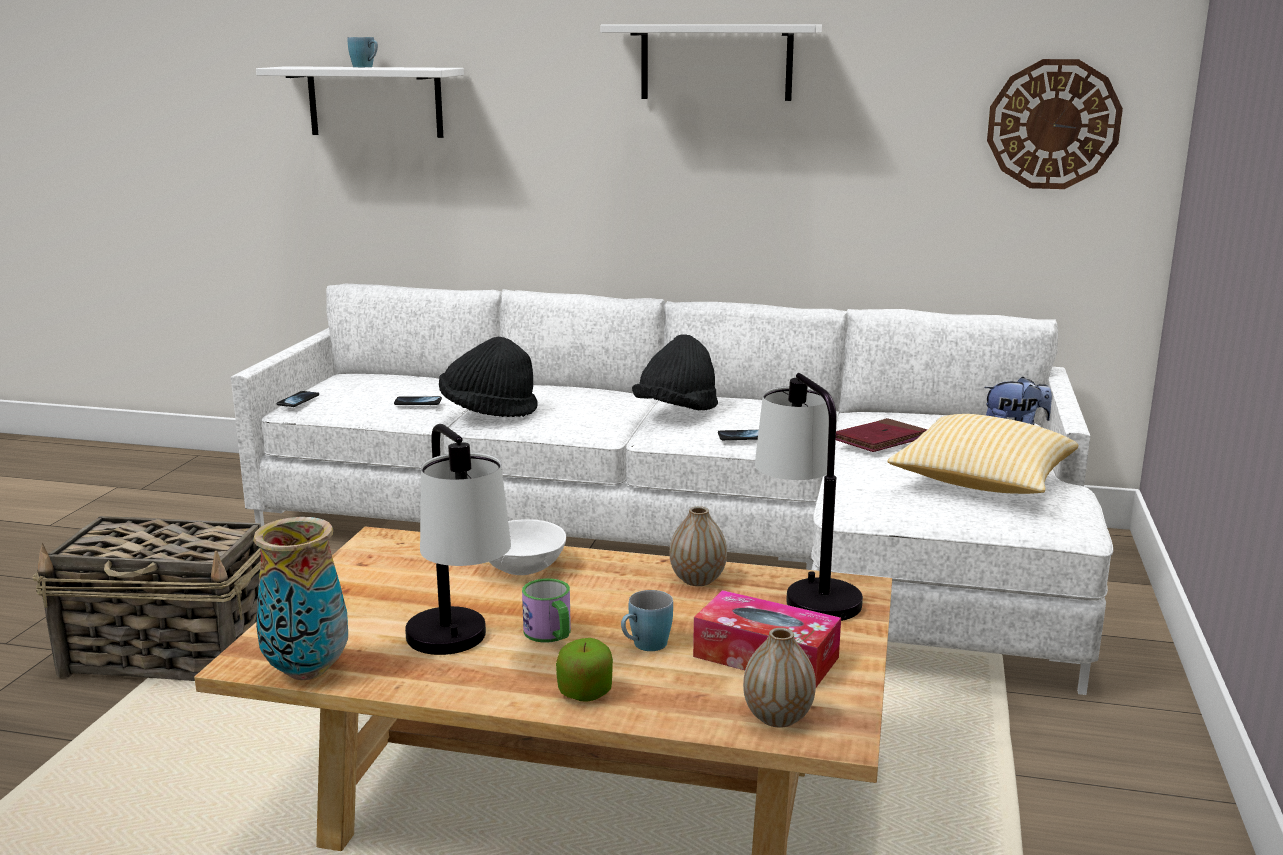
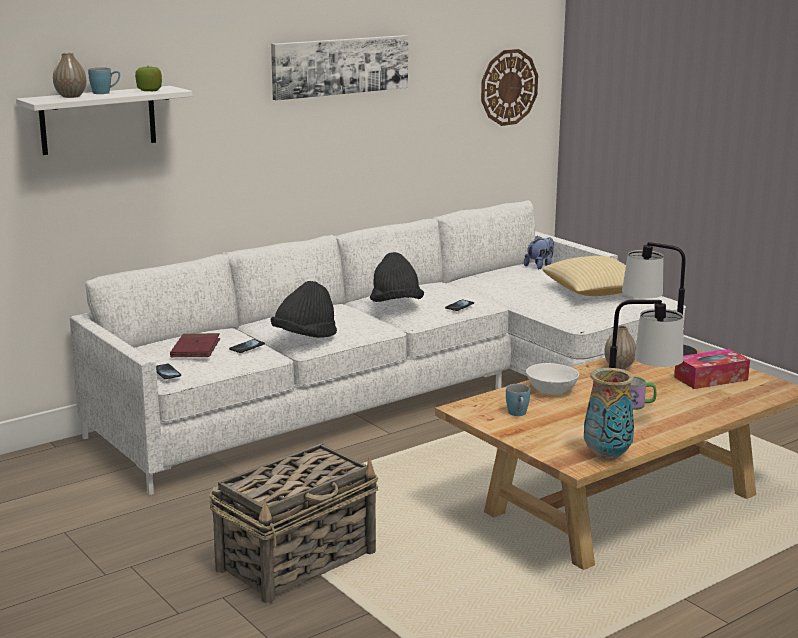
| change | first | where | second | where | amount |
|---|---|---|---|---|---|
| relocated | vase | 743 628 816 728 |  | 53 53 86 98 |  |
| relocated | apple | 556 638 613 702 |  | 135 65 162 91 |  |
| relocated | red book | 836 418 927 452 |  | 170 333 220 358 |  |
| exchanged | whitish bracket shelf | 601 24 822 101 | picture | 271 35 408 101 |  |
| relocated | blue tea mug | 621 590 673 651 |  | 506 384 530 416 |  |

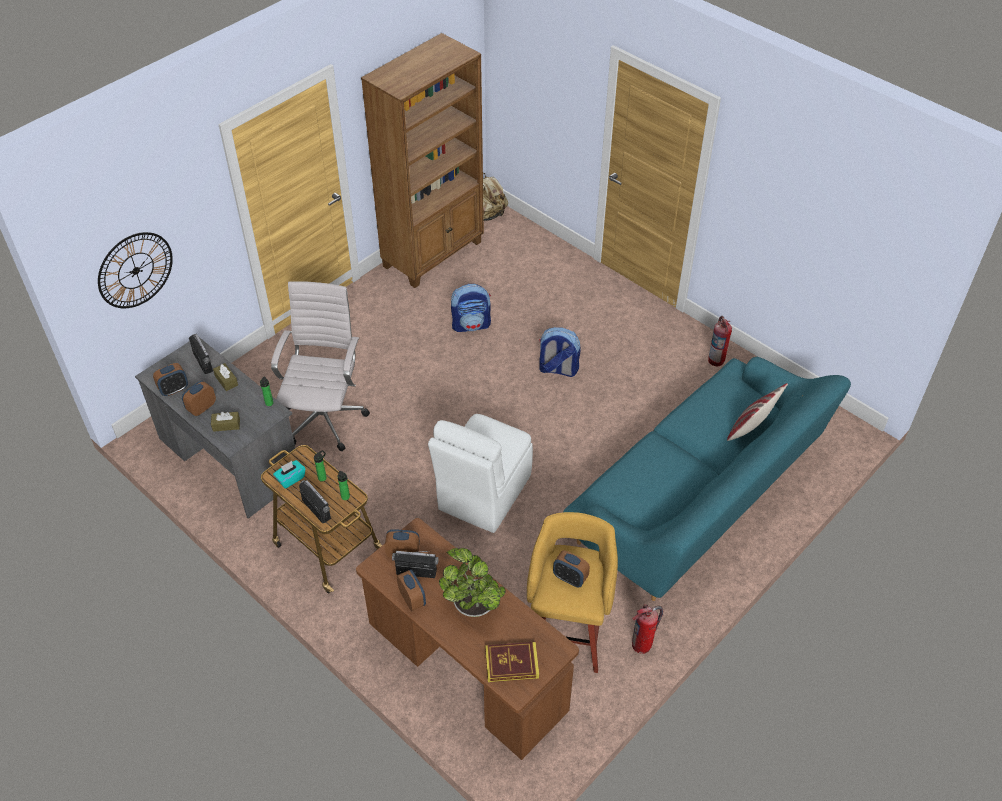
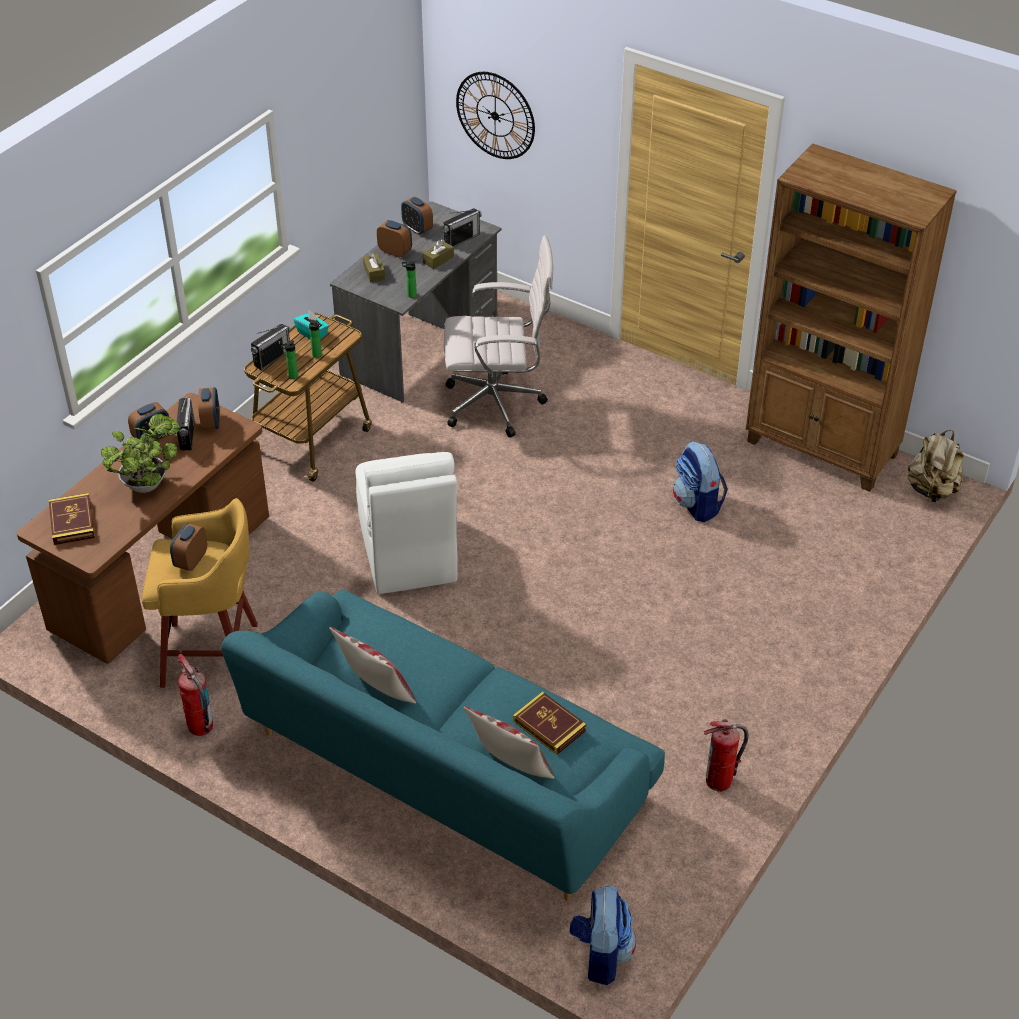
| change | first | where | second | where | amount |
|---|---|---|---|---|---|
| appeared |  |  | throw pillow | 329 627 417 703 |  |
| spun | whitish upright chair | 428 414 533 533 |  | 356 452 458 594 | 120 degrees counterclockwise |
| appeared |  |  | book | 513 691 587 755 |  |
| relocated | knapsack | 539 327 581 377 |  | 570 886 636 985 |  |

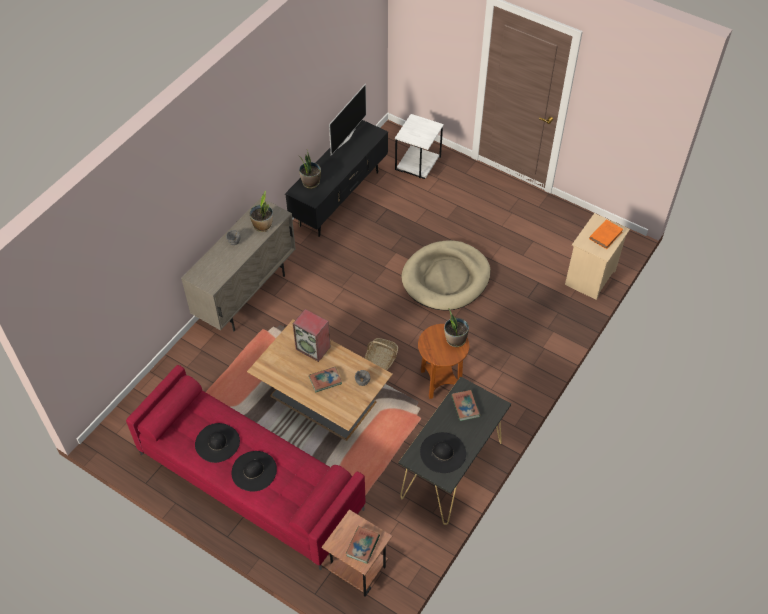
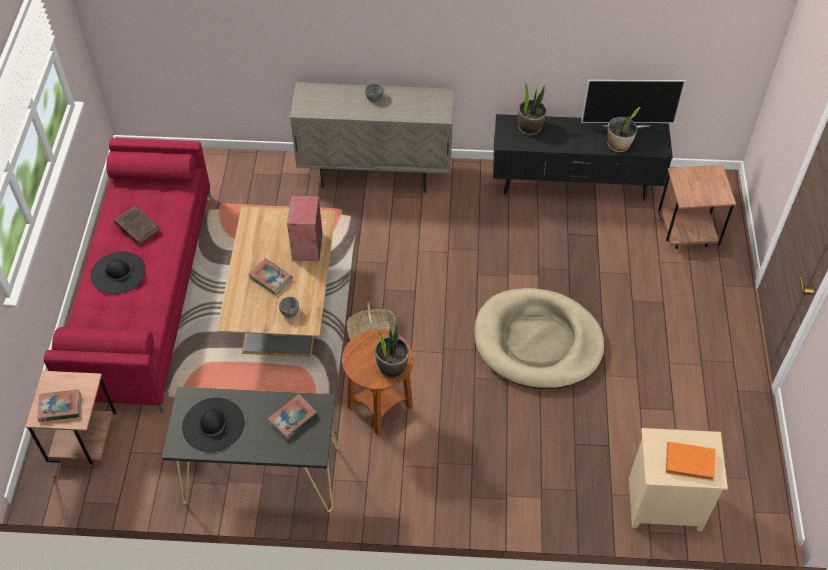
| change | first | where | second | where | amount |
|---|---|---|---|---|---|
| exchanged | blackish clothing hat | 195 423 240 463 | brown book | 114 205 160 245 |  |
| relocated | plant in a pot | 250 191 273 232 |  | 607 107 641 152 |  |
| colour | whitish end table | 395 114 444 179 | brown end table | 658 165 736 249 |  |

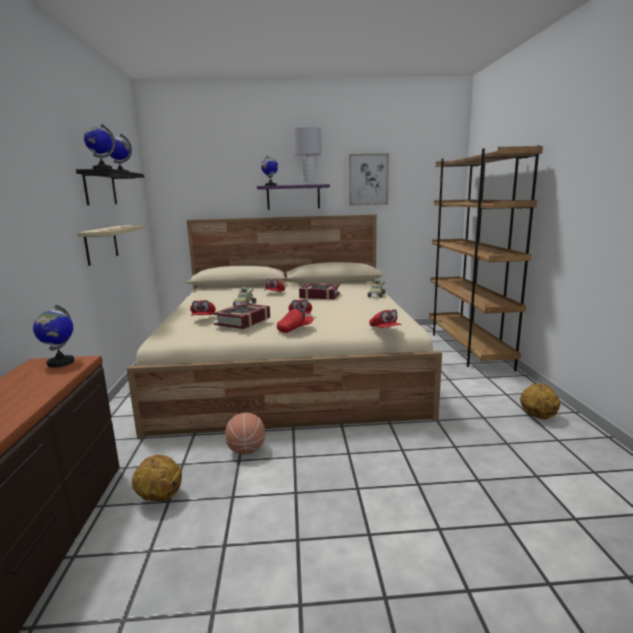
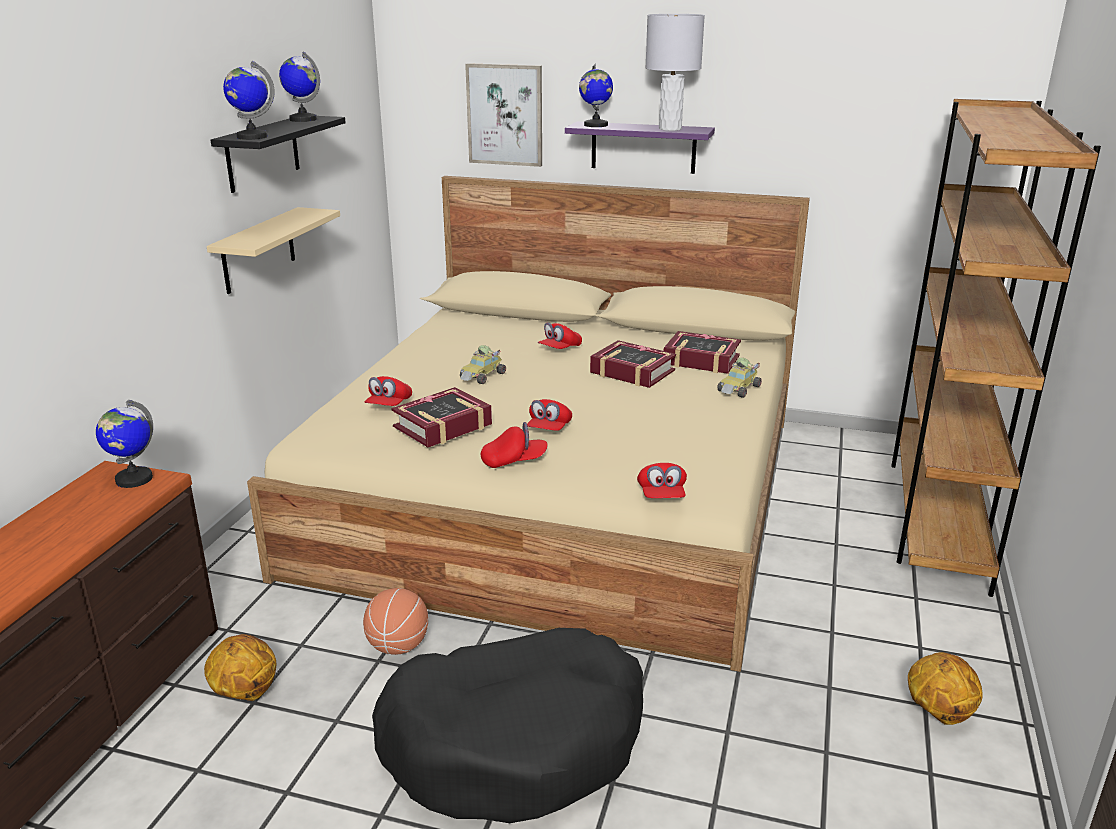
| change | first | where | second | where | amount |
|---|---|---|---|---|---|
| appeared |  |  | blackish dog cushion | 372 628 643 823 |  |
| relocated | picture | 349 153 389 205 |  | 465 63 542 167 |  |
| appeared |  |  | book | 664 331 741 374 |  |

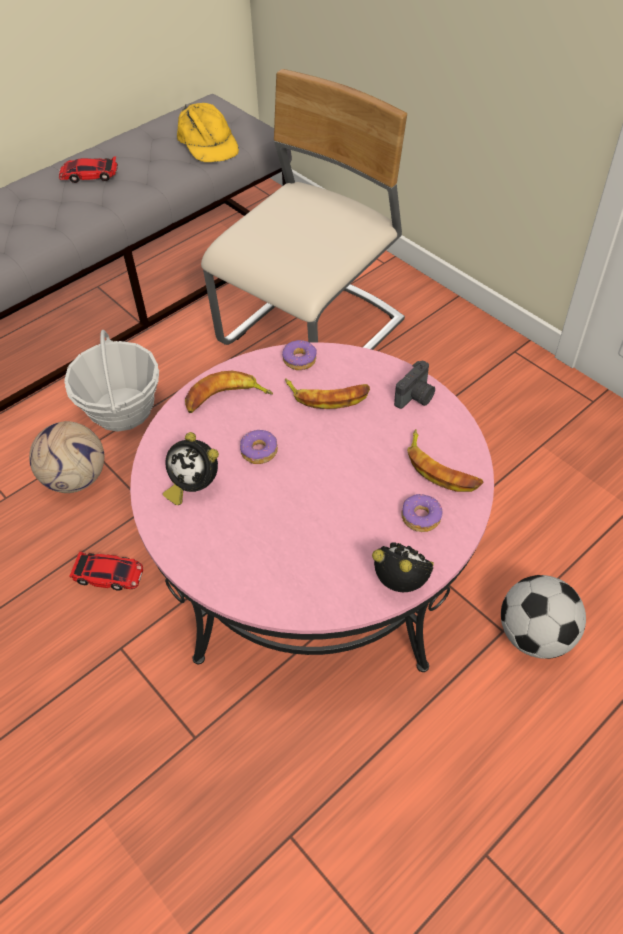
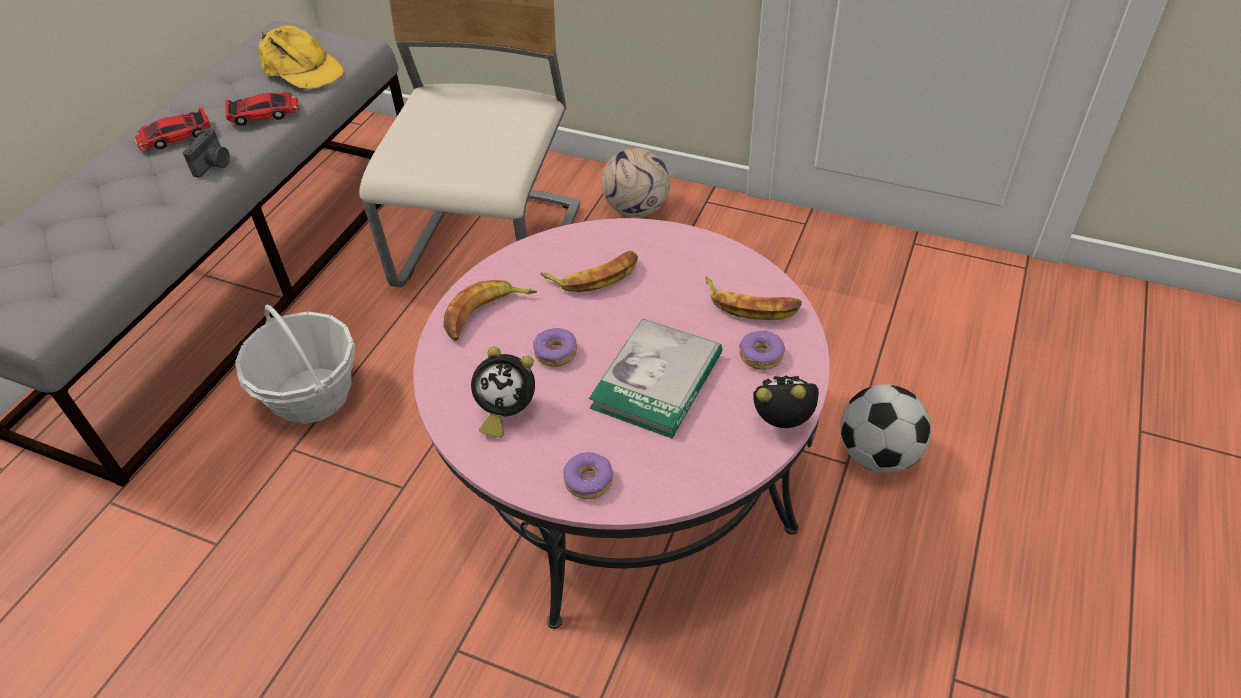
| change | first | where | second | where | amount |
|---|---|---|---|---|---|
| relocated | still camera | 394 361 435 409 |  | 183 128 230 178 |  |
| relocated | miniature car | 69 551 143 591 |  | 225 92 300 126 |  |
| relocated | ring doughnut | 282 340 317 370 |  | 563 452 613 499 |  |
| appeared |  |  | book | 589 319 722 439 |  |
| relocated | football | 29 421 105 493 |  | 602 148 670 217 |  |

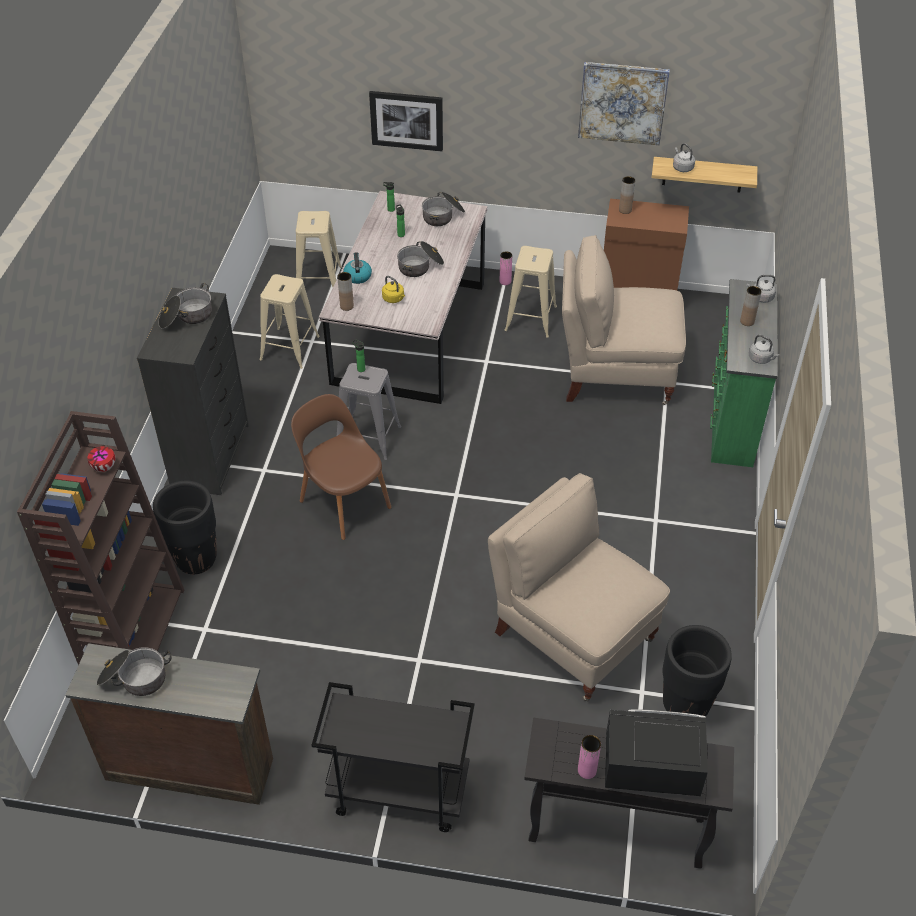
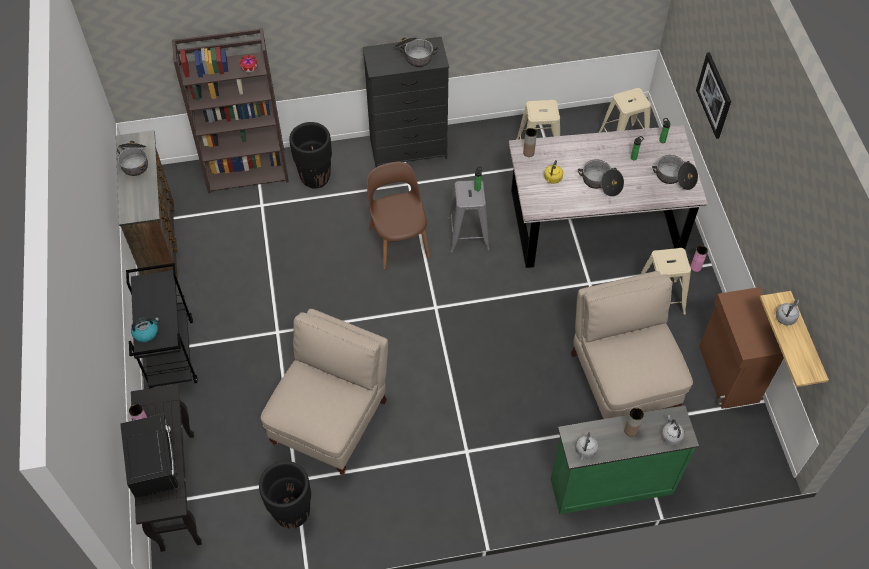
| change | first | where | second | where | amount |
|---|---|---|---|---|---|
| relocated | kettle | 343 253 372 284 |  | 131 317 159 342 |  |
| spun | brown upright chair | 291 394 392 540 |  | 367 162 430 270 | 45 degrees counterclockwise |
| missing | picture | 578 62 670 145 |  |  |  |
| missing | brown vase | 619 176 635 214 |  |  |  |

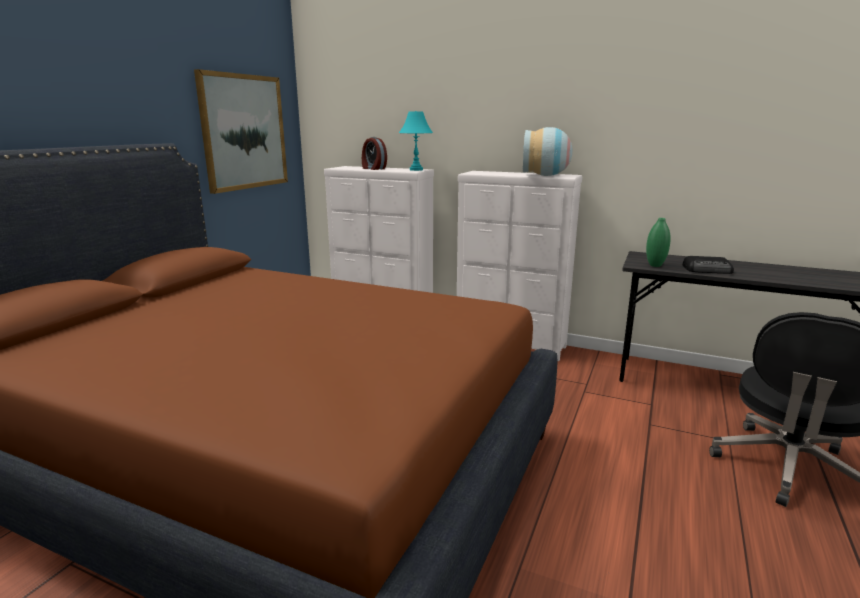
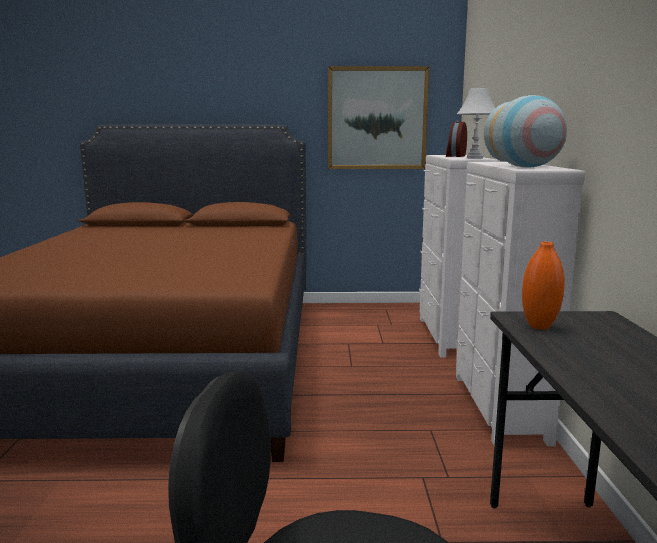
| change | first | where | second | where | amount |
|---|---|---|---|---|---|
| colour | blue-green lamp for a table | 399 111 433 171 | whitish lamp for a table | 457 88 495 159 |  |
| colour | greenish vase | 646 218 671 267 | orangey vase | 522 242 565 330 |  |
| missing | radio | 682 256 734 274 |  |  |  |

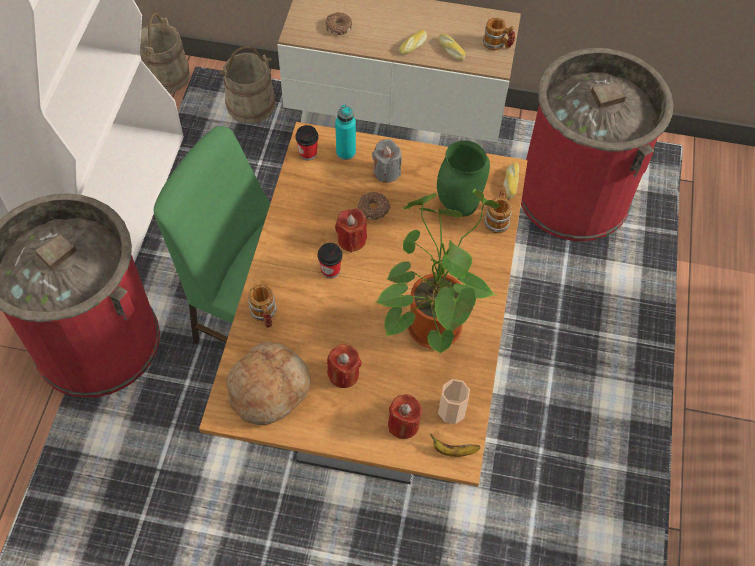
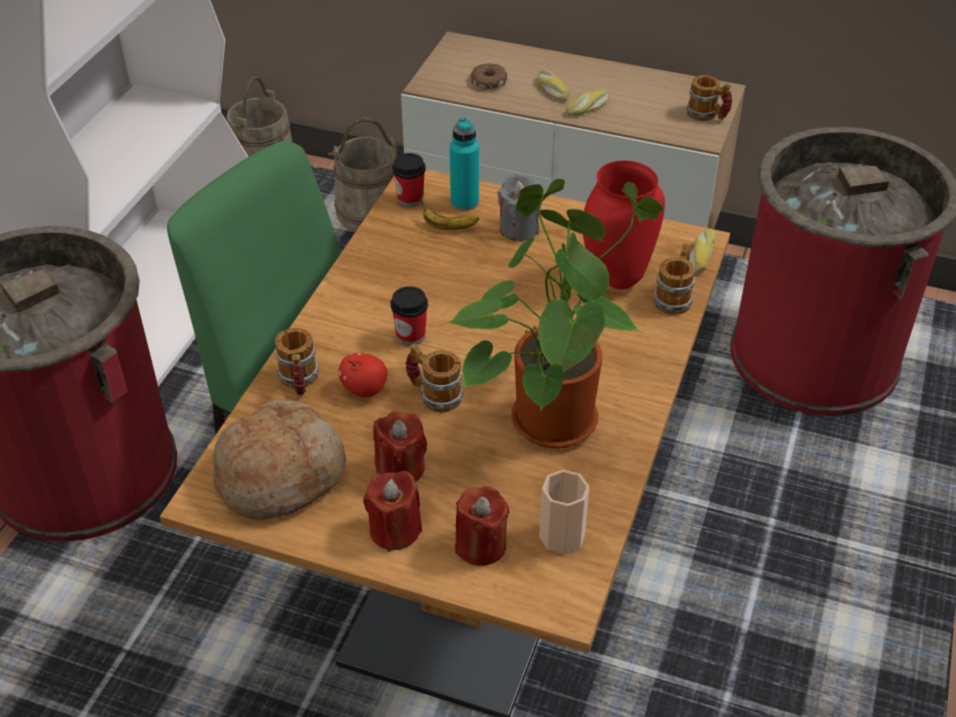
| change | first | where | second | where | amount |
|---|---|---|---|---|---|
| appeared |  |  | apple | 338 353 388 397 |  |
| relocated | red candle | 335 208 367 253 |  | 363 471 422 552 |  |
| appeared |  |  | tea mug | 405 343 463 412 |  |
| relocated | banana fruit | 430 434 480 457 |  | 420 199 479 230 |  |
| relocated | bakery bread | 439 34 466 61 |  | 537 69 570 101 |  |
| colour | greenish vase | 437 140 490 217 | red vase | 583 160 665 290 |  |
| missing | ring doughnut | 358 192 391 220 |  |  |  |

